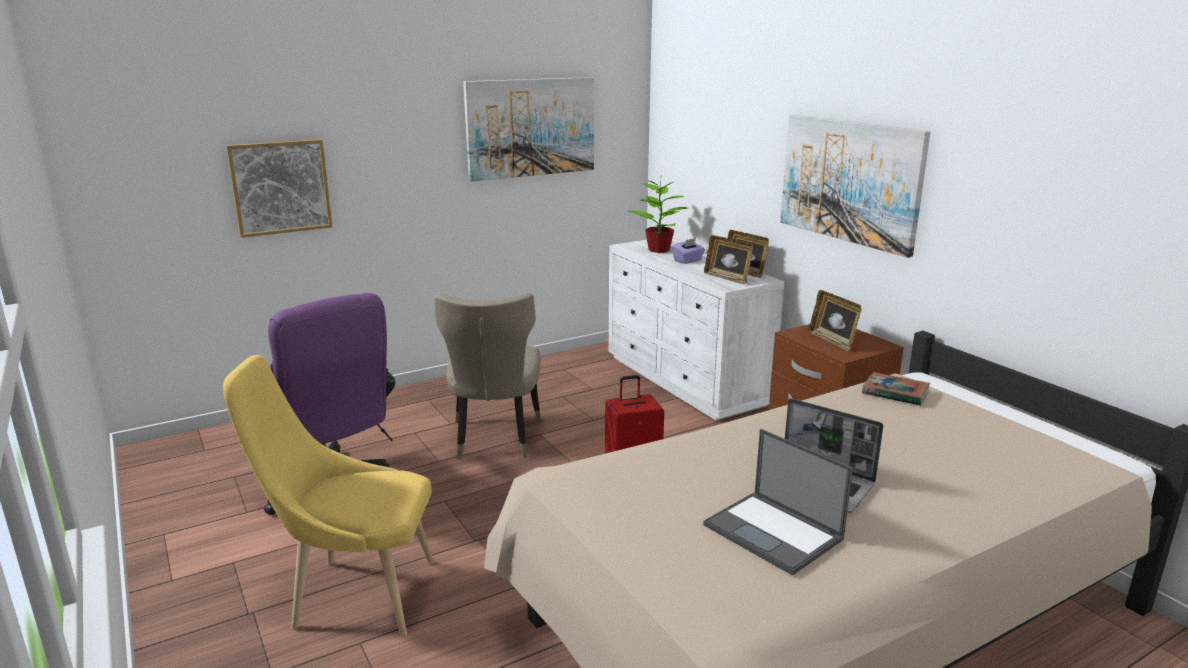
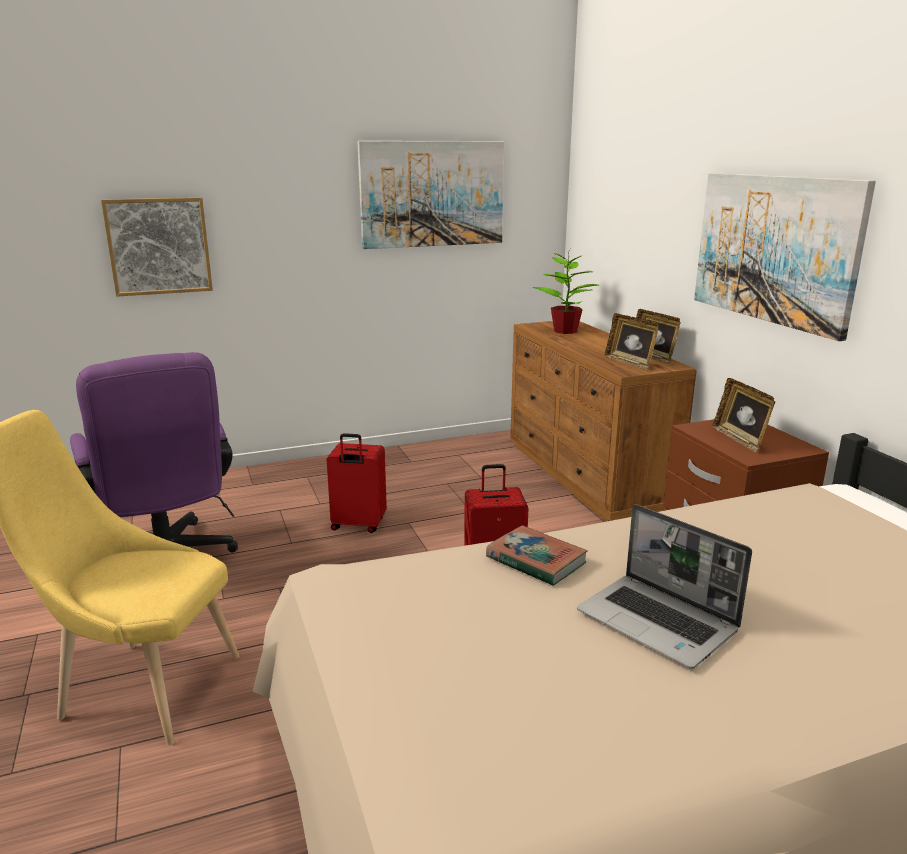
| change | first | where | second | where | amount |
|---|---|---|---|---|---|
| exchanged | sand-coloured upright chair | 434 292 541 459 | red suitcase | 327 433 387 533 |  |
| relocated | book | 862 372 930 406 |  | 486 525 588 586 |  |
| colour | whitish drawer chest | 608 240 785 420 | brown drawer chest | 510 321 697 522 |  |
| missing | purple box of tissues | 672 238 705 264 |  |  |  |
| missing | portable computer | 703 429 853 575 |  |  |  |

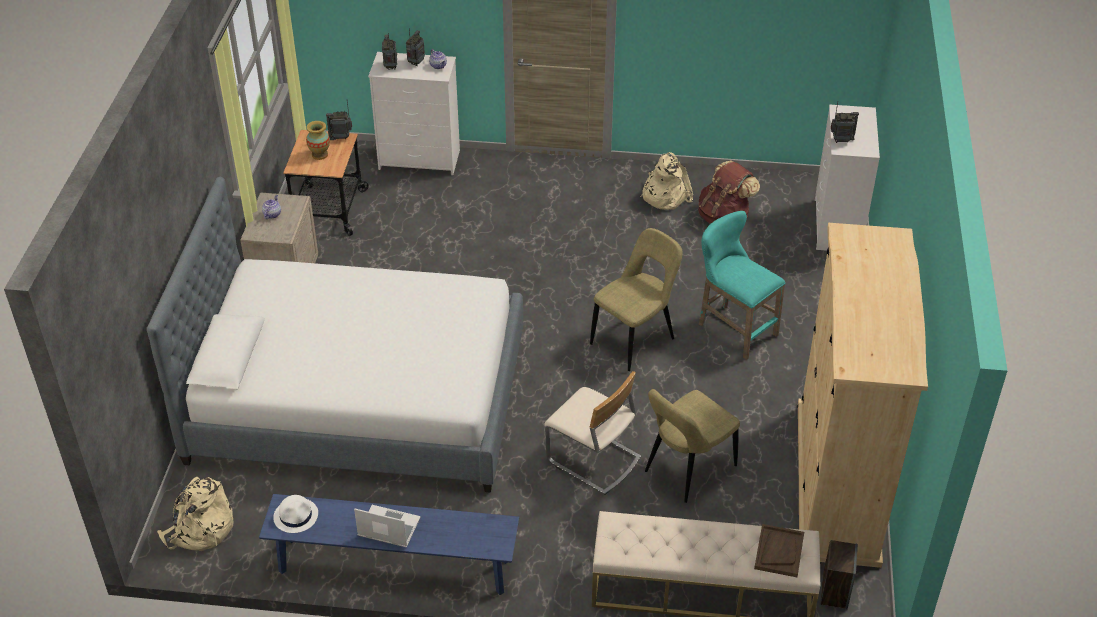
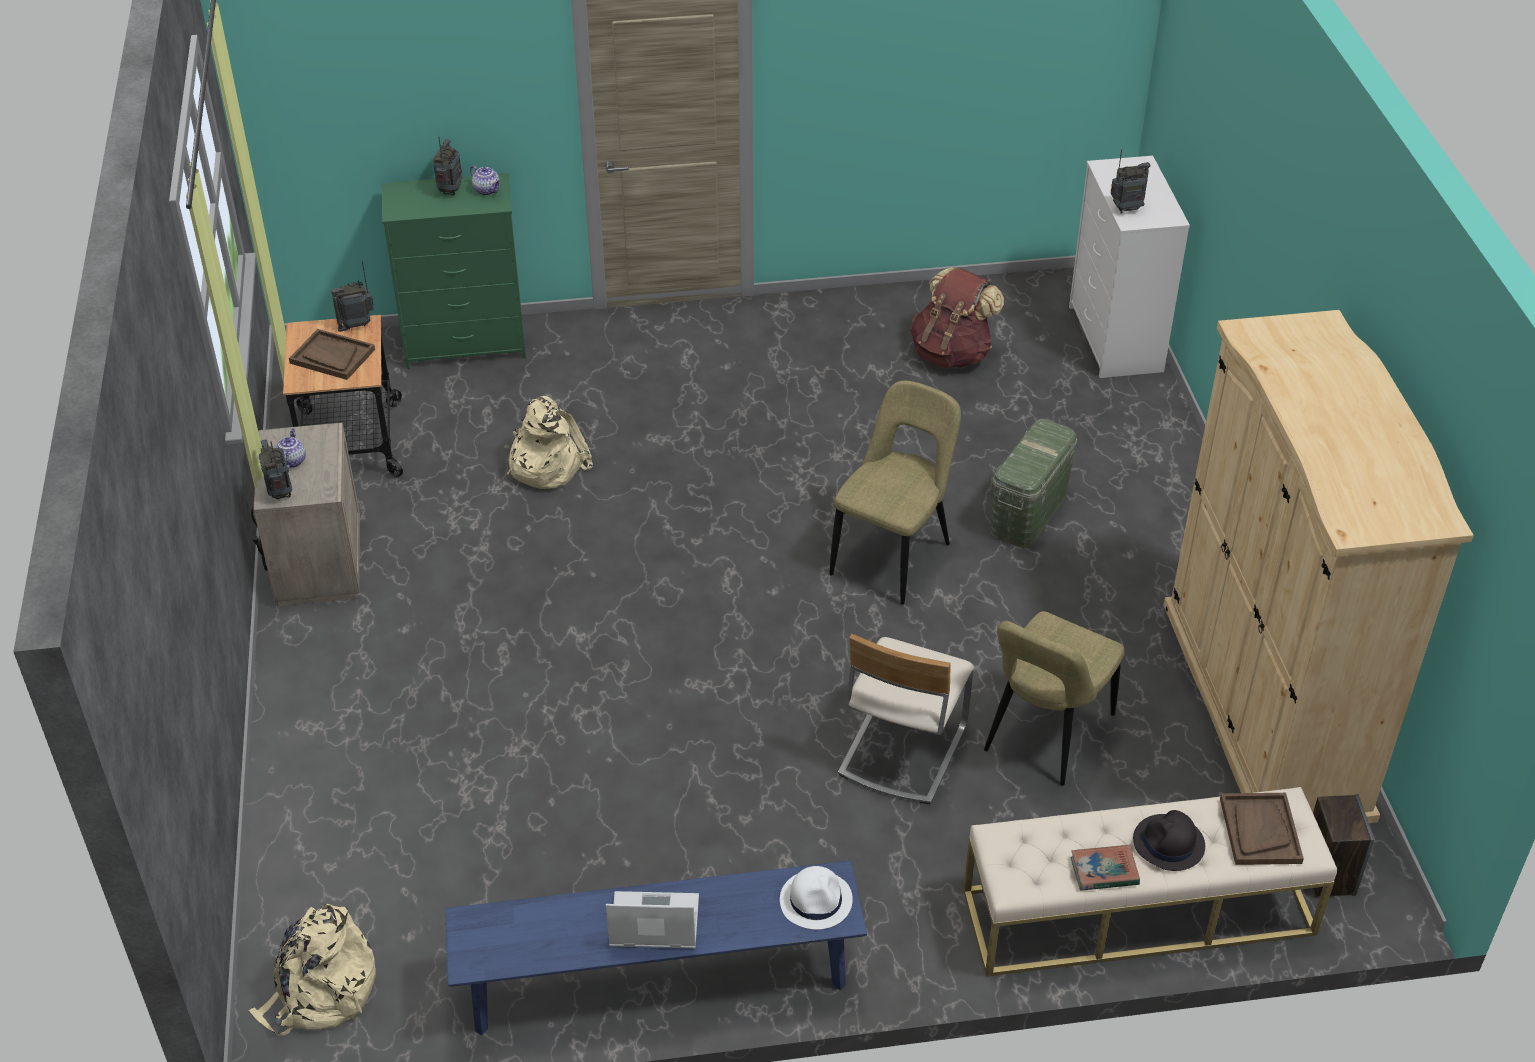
| change | first | where | second | where | amount |
|---|---|---|---|---|---|
| relocated | radio | 382 33 397 70 |  | 259 439 292 499 |  |
| exchanged | vase | 306 121 330 160 | brown serving tray | 289 329 375 380 |  |
| colour | whitish drawer chest | 368 52 460 175 | greenish drawer chest | 382 173 526 369 |  |
| relocated | sand-coloured knapsack | 640 152 693 210 |  | 507 396 593 489 |  |
| relocated | whitish clothing hat | 274 495 318 533 |  | 780 866 853 930 |  |
| spun | sand-coloured upright chair | 545 371 641 495 |  | 838 634 974 804 | 90 degrees clockwise |
| exchanged | blue-green stool seat | 699 211 785 360 | greenish storage box | 991 419 1077 548 |  |
| appeared |  |  | book | 1071 845 1140 891 |  |
| appeared |  |  | blackish clothing hat | 1133 810 1205 871 |  |
| missing | sleeping bed | 147 177 523 493 |  |  |  |

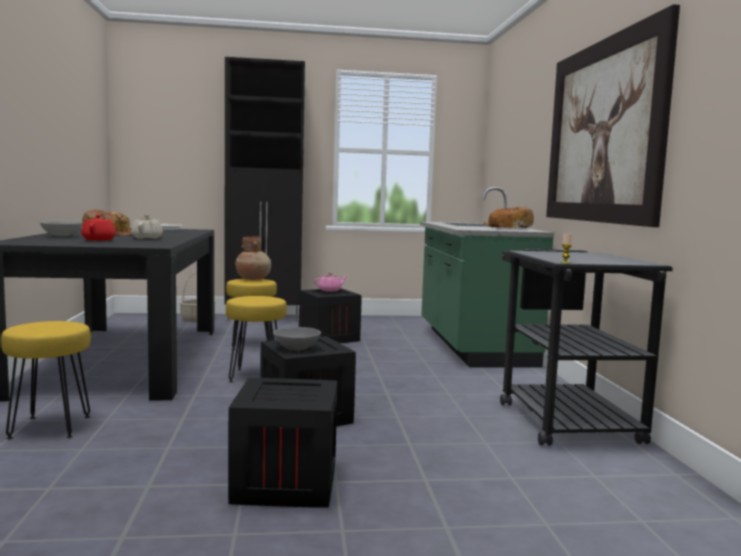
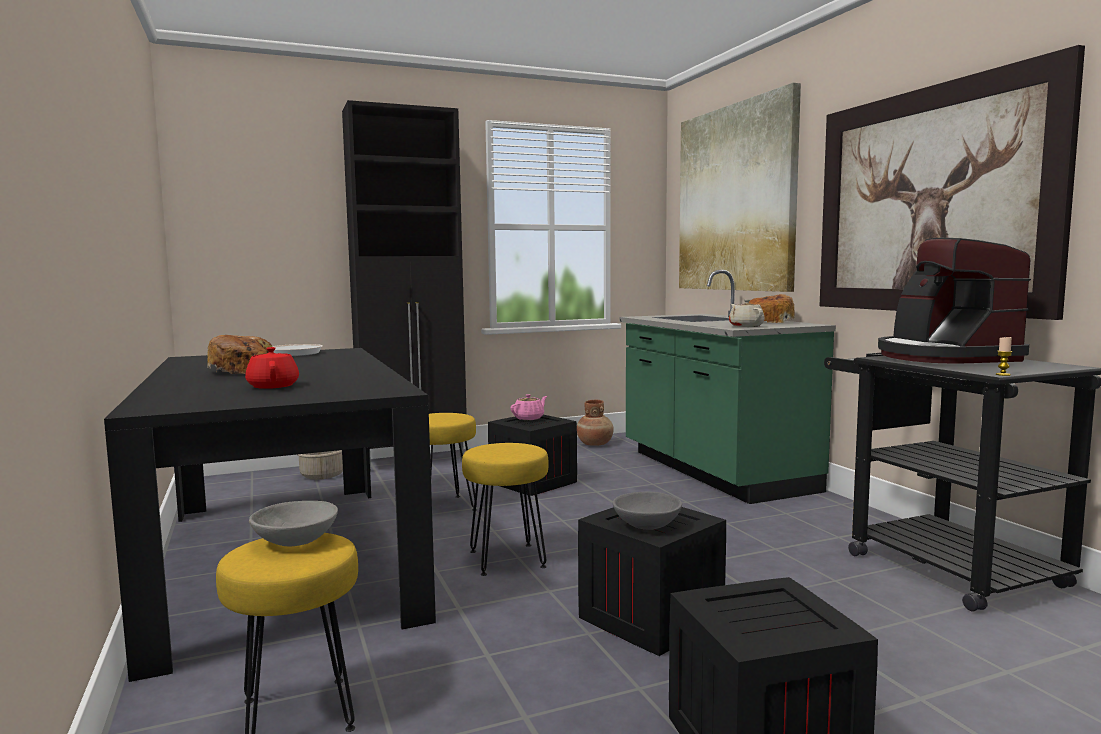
| change | first | where | second | where | amount |
|---|---|---|---|---|---|
| relocated | grey bowl | 40 221 83 236 |  | 249 501 338 546 |  |
| relocated | brown vase | 235 236 271 280 |  | 577 400 614 446 |  |
| appeared |  |  | picture | 679 83 801 292 |  |
| relocated | sand-coloured teapot | 131 215 163 239 |  | 729 299 765 327 |  |
| appeared |  |  | coffee maker | 878 238 1031 364 |  |

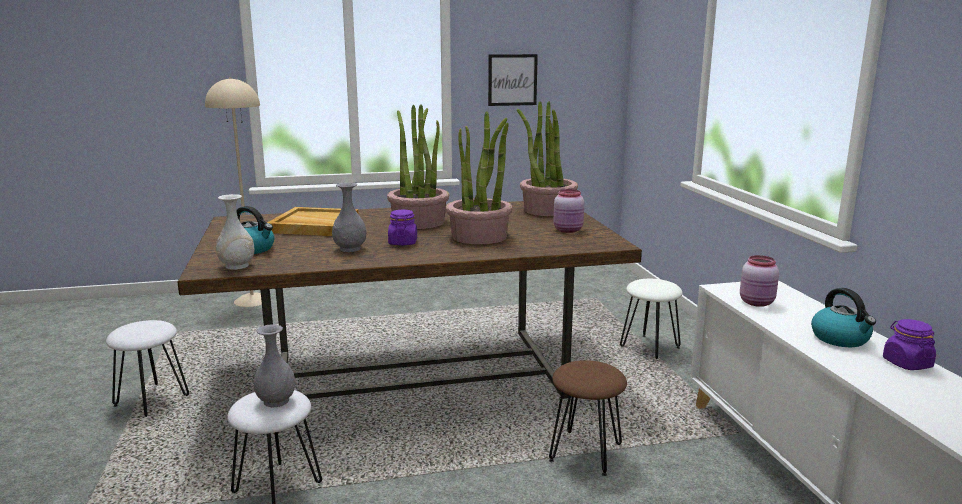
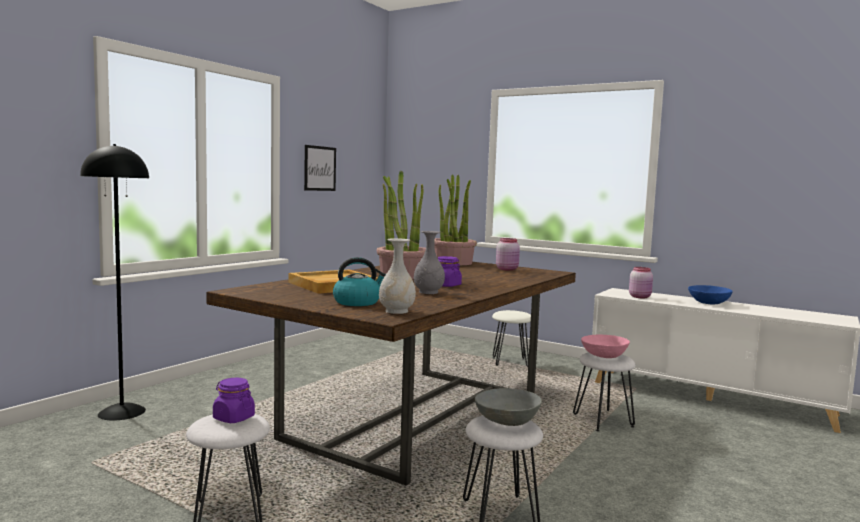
| change | first | where | second | where | amount |
|---|---|---|---|---|---|
| colour | sand-coloured standing lamp | 205 77 262 307 | blackish standing lamp | 80 144 149 421 |  |
| relocated | purple preserve jar | 883 319 936 370 |  | 213 378 255 423 |  |
| exchanged | grey vase | 254 324 296 407 | grey bowl | 475 388 542 426 |  |
| colour | brown stool seat | 549 360 627 476 | whitish stool seat | 573 352 636 432 |  |
| appeared |  |  | pink bowl | 581 335 630 358 |  |
| exchanged | kettle | 811 288 876 347 | blue bowl | 688 285 733 304 |  |
| missing | plant in a pot | 446 111 513 245 |  |  |  |

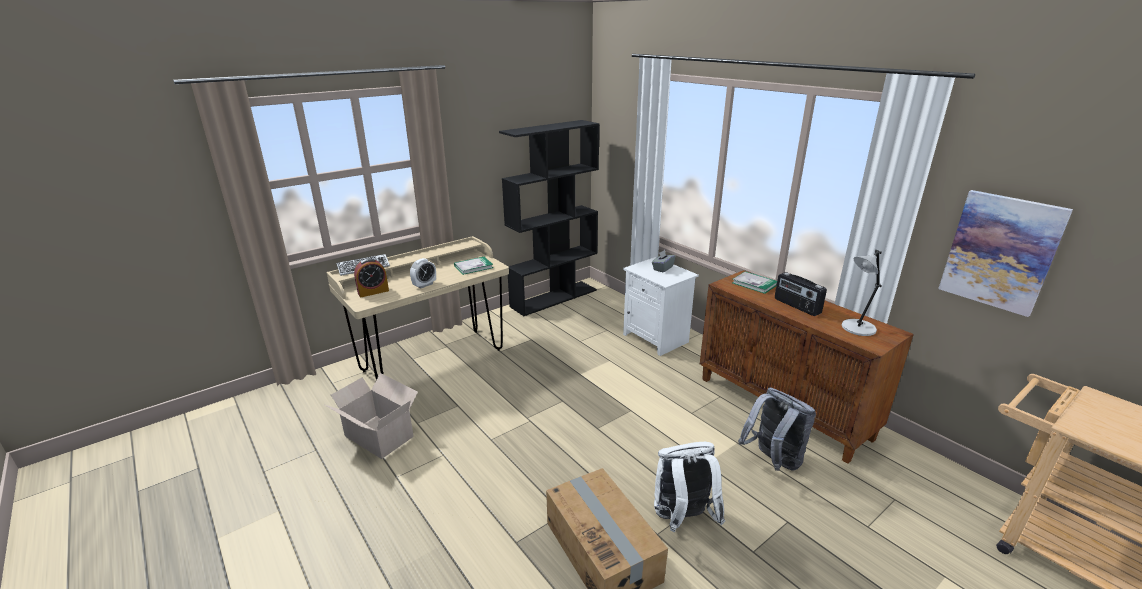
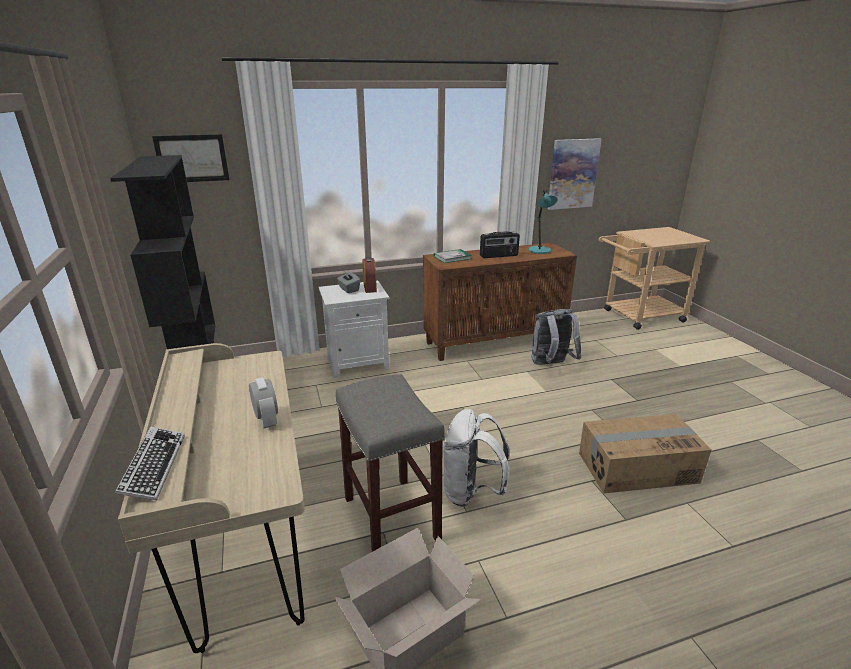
| change | first | where | second | where | amount |
|---|---|---|---|---|---|
| appeared |  |  | picture | 152 134 229 182 |  |
| appeared |  |  | grey stool seat | 336 374 445 552 |  |
| relocated | table clock | 354 258 389 297 |  | 362 257 377 293 |  |
| relocated | whitish knapsack | 654 442 725 532 |  | 442 409 510 507 |  |
| colour | grey lamp for a table | 842 250 882 336 | blue-green lamp for a table | 528 190 558 254 |  |
| missing | book | 454 257 493 275 |  |  |  |

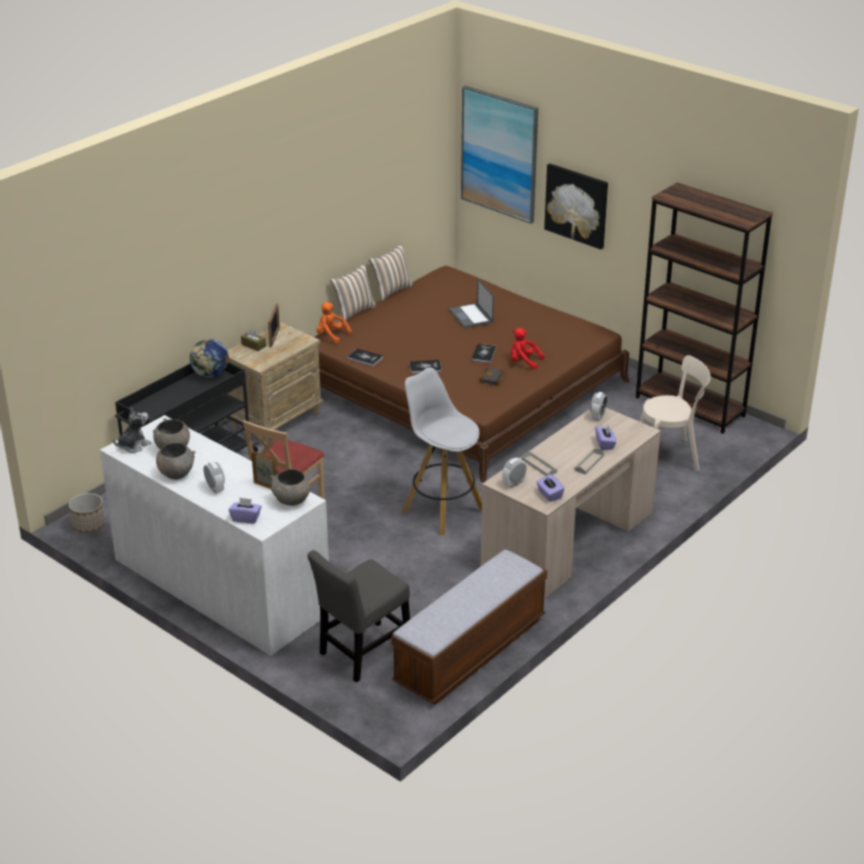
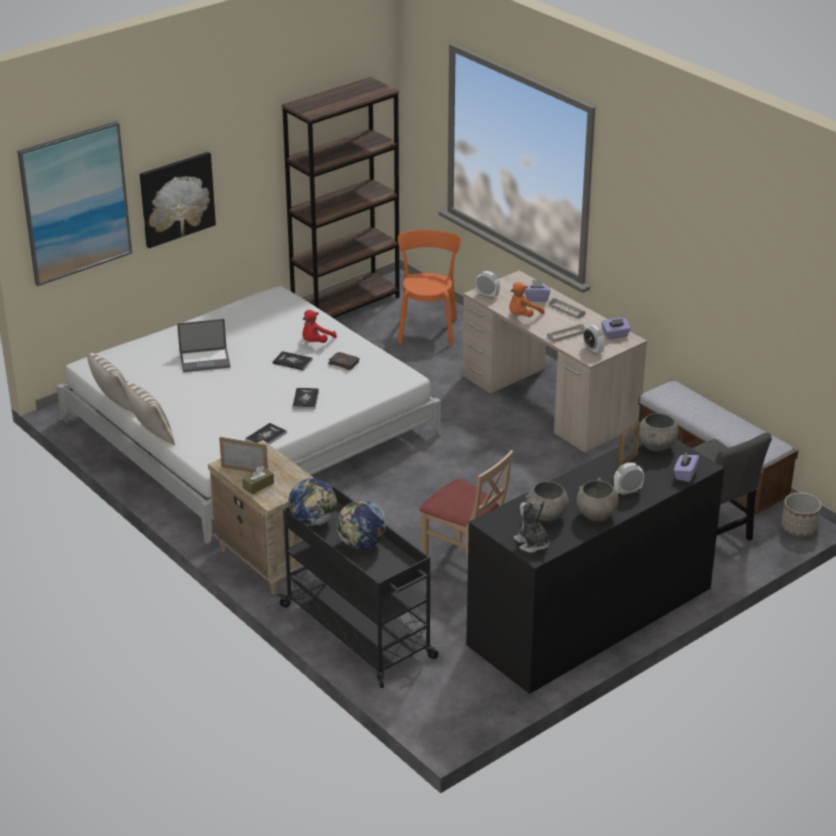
| change | first | where | second | where | amount |
|---|---|---|---|---|---|
| colour | brown sleeping bed | 314 266 629 483 | whitish sleeping bed | 57 286 443 544 |  |
| appeared |  |  | globe | 337 500 386 549 |  |
| colour | sand-coloured upright chair | 640 355 711 471 | orangey upright chair | 398 230 461 346 |  |
| colour | whitish drawer chest | 100 415 329 656 | blackish drawer chest | 466 439 724 694 |  |
| relocated | orangey plush toy | 316 302 352 343 |  | 509 282 545 317 |  |
| relocated | planter | 69 493 106 533 |  | 781 493 822 536 |  |
| missing | whitish stool seat | 402 368 482 535 |  |  |  |

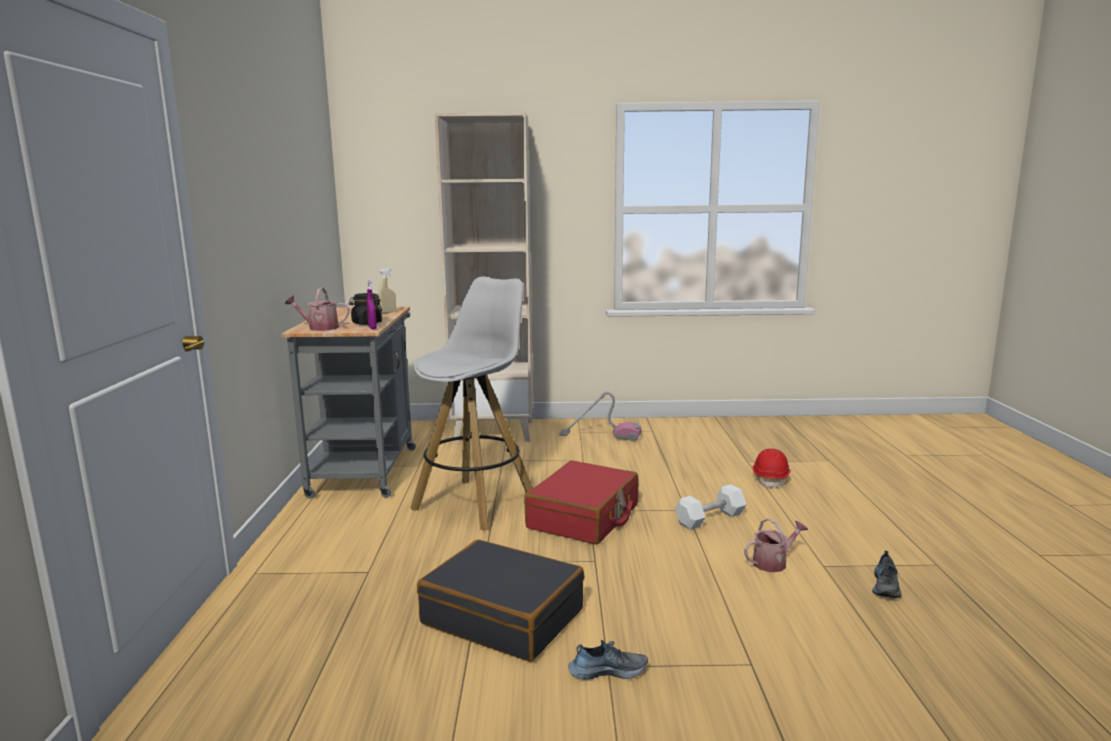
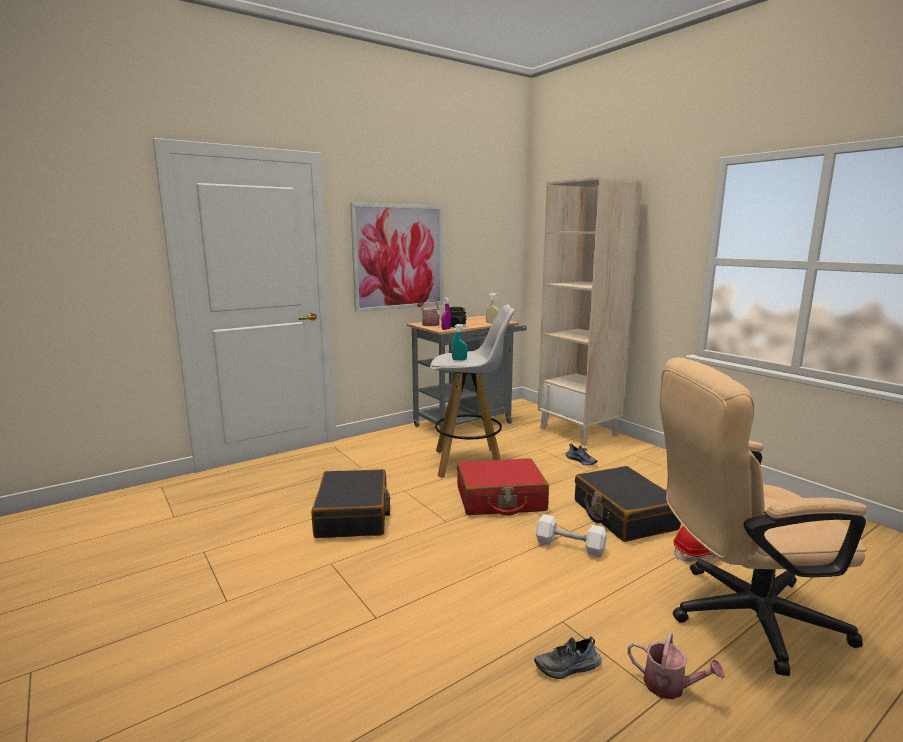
| change | first | where | second | where | amount |
|---|---|---|---|---|---|
| appeared |  |  | picture | 350 202 443 312 |  |
| appeared |  |  | blue-green hand sprayer | 452 324 468 361 |  |
| relocated | low shoe | 568 640 648 680 |  | 566 443 597 465 |  |
| appeared |  |  | blackish suitcase | 575 466 681 542 |  |
| relocated | watering pot | 744 518 808 572 |  | 628 632 725 700 |  |
| appeared |  |  | sand-coloured desk chair | 660 357 867 676 |  |
| missing | hoover | 559 391 642 441 |  |  |  |

